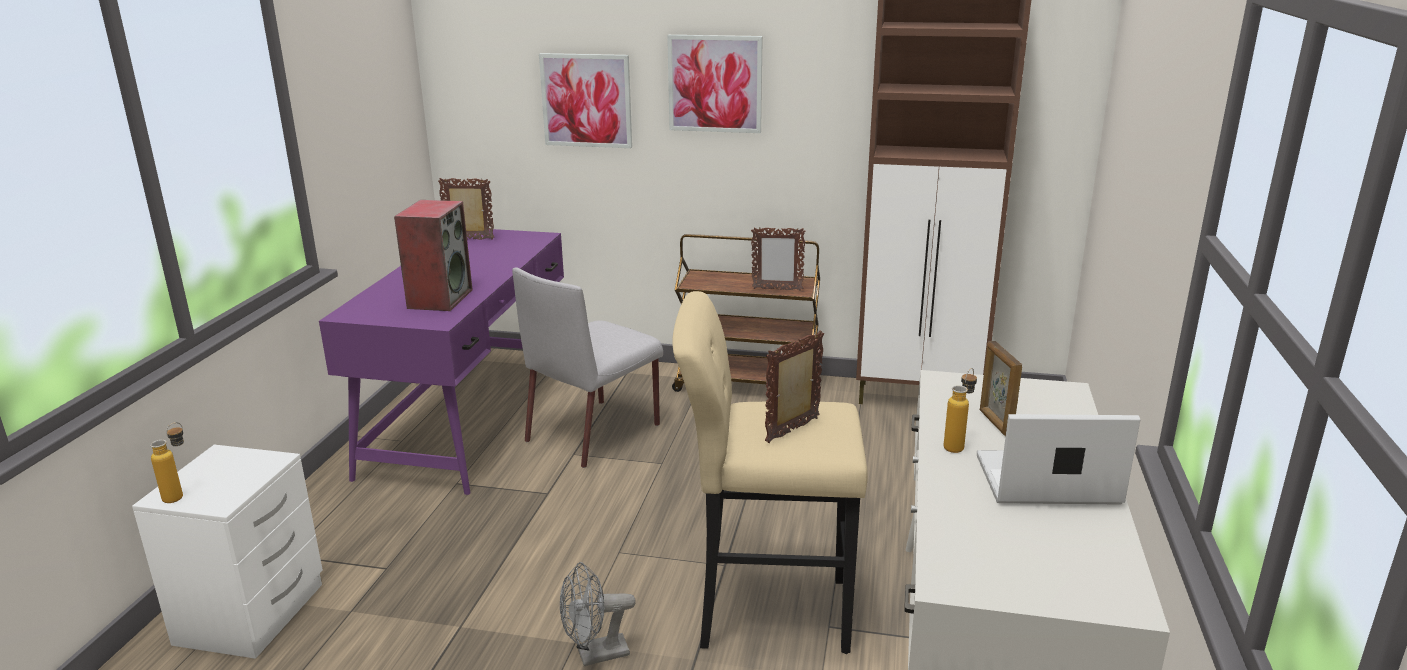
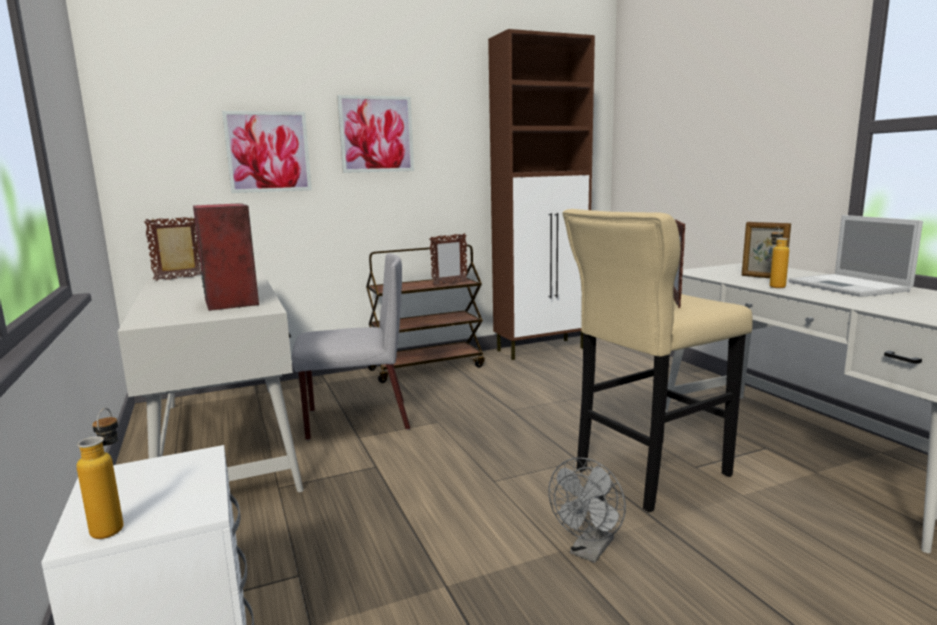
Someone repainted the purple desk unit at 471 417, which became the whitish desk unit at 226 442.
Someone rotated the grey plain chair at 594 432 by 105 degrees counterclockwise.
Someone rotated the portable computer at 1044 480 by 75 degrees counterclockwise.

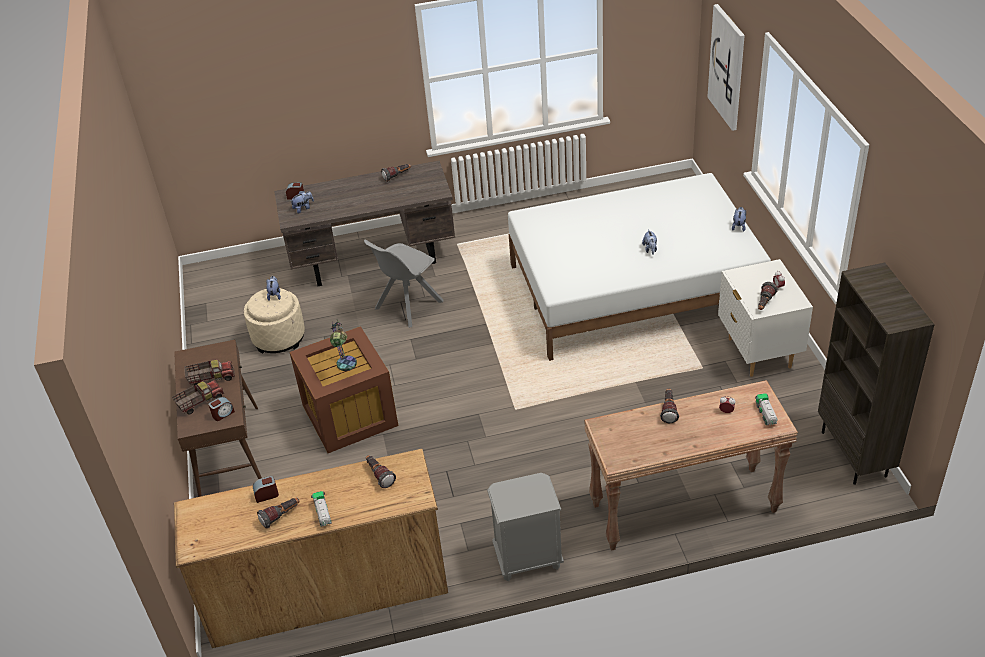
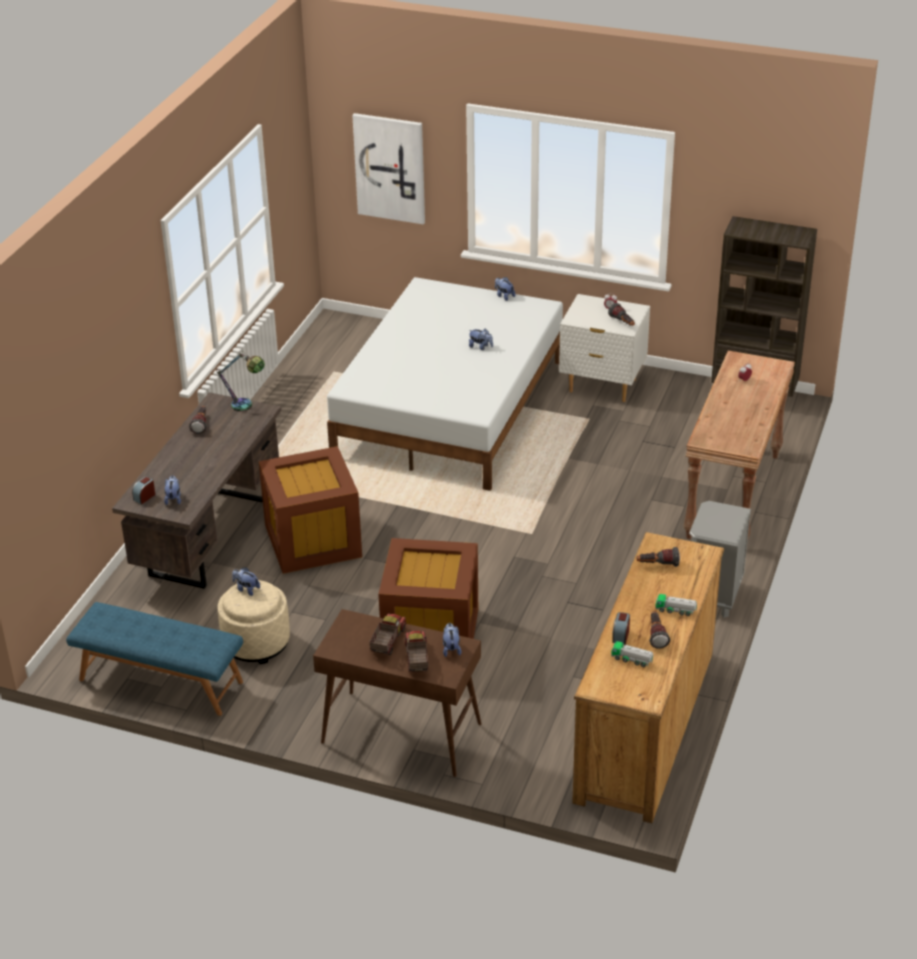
Someone took away the flashlight at 668 410.
Someone put down the bluish long seat at 160 681.
Someone carried the tabletop lamp from 346 368 to 246 407.
Someone carried the toy lorry from 766 415 to 632 660.
Someone swapped the alarm clock at 223 414 for the cuddly toy at 451 648.
Someone swapped the grey plain chair at 407 306 for the brown storage bin at 312 542.

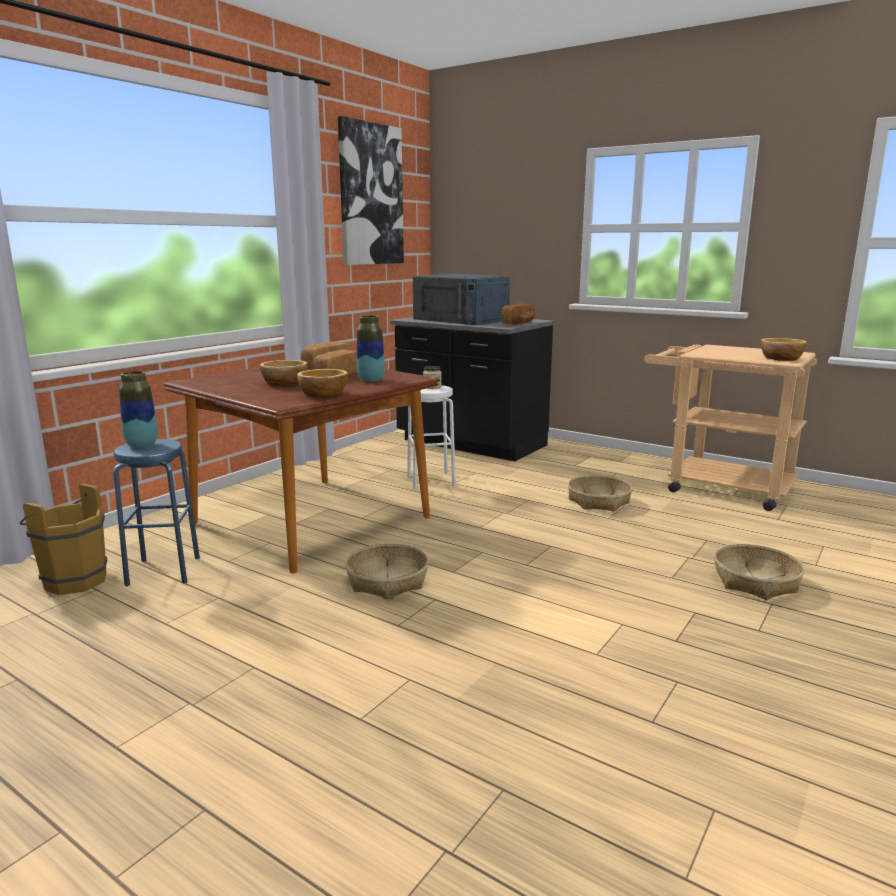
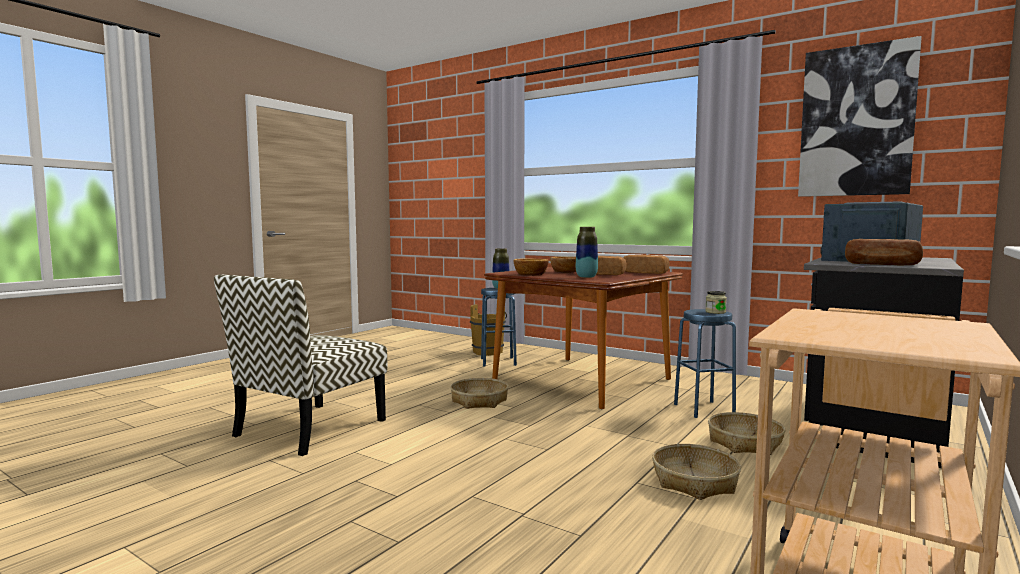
Someone took away the serving bowl at 782 359.
Someone put down the plain chair at 309 428.
Someone carried the basket from 756 582 to 744 443.
Someone repainted the whitish stool seat at 431 481, which became the bluish stool seat at 704 409.

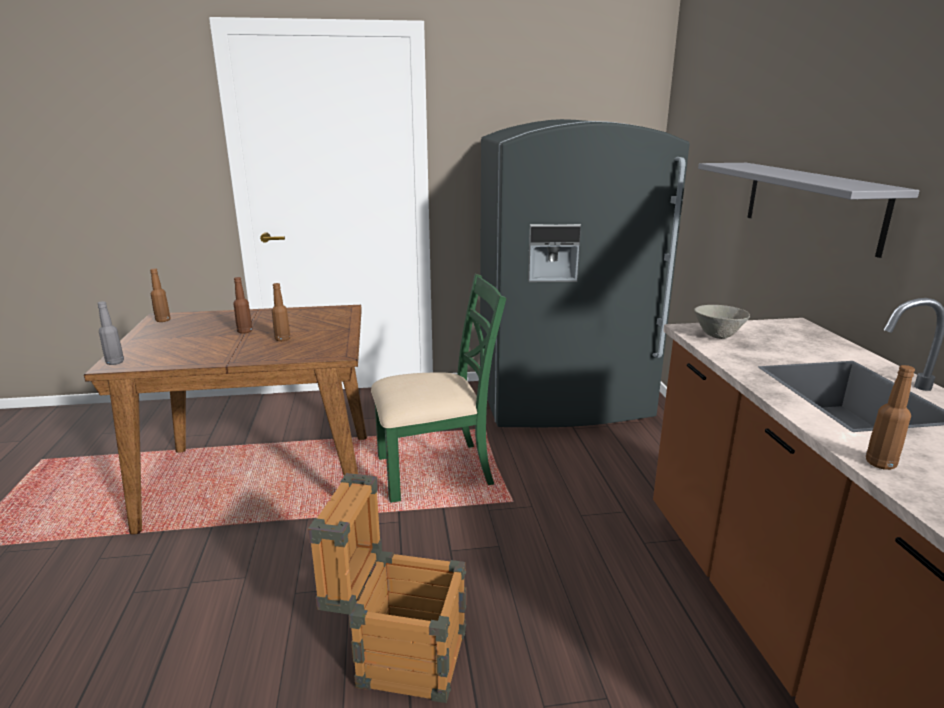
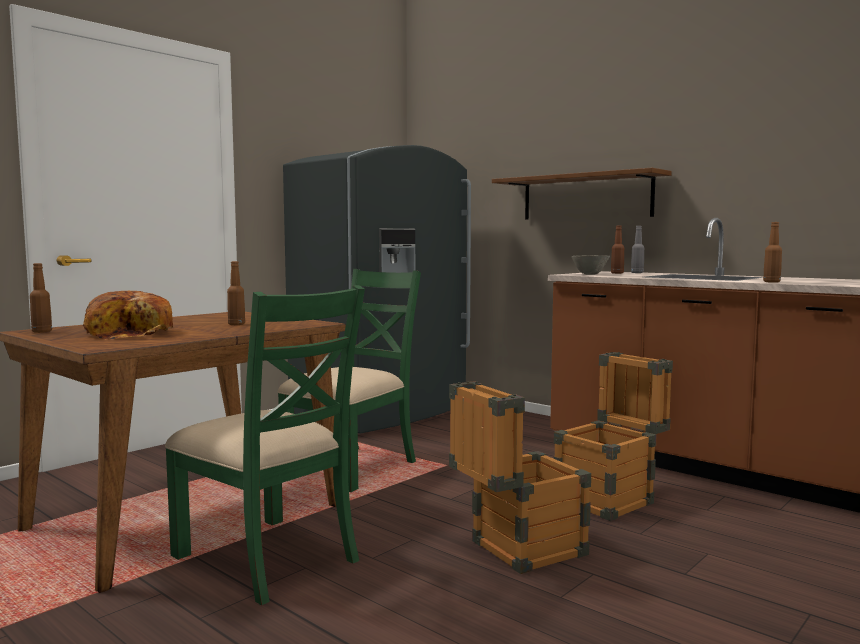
Someone put down the bakery bread at 132 333.
Someone put down the green-coloured plain chair at 268 558.
Someone put down the shipping crate at 611 499.
Someone carried the grey bottle from 115 362 to 637 273.
Someone carried the brown bottle from 244 331 to 617 273.
Someone repainted the grey shelf at 811 204, which became the brown shelf at 586 197.

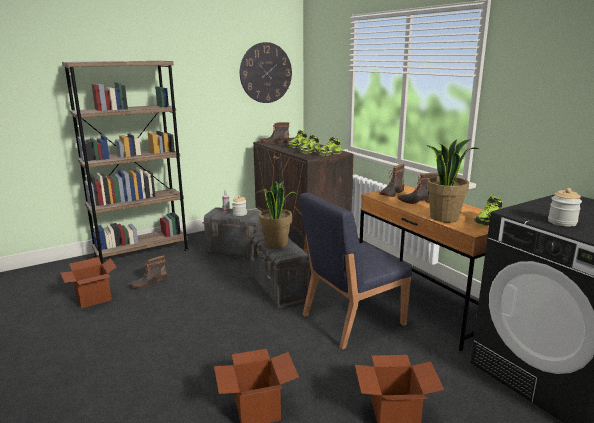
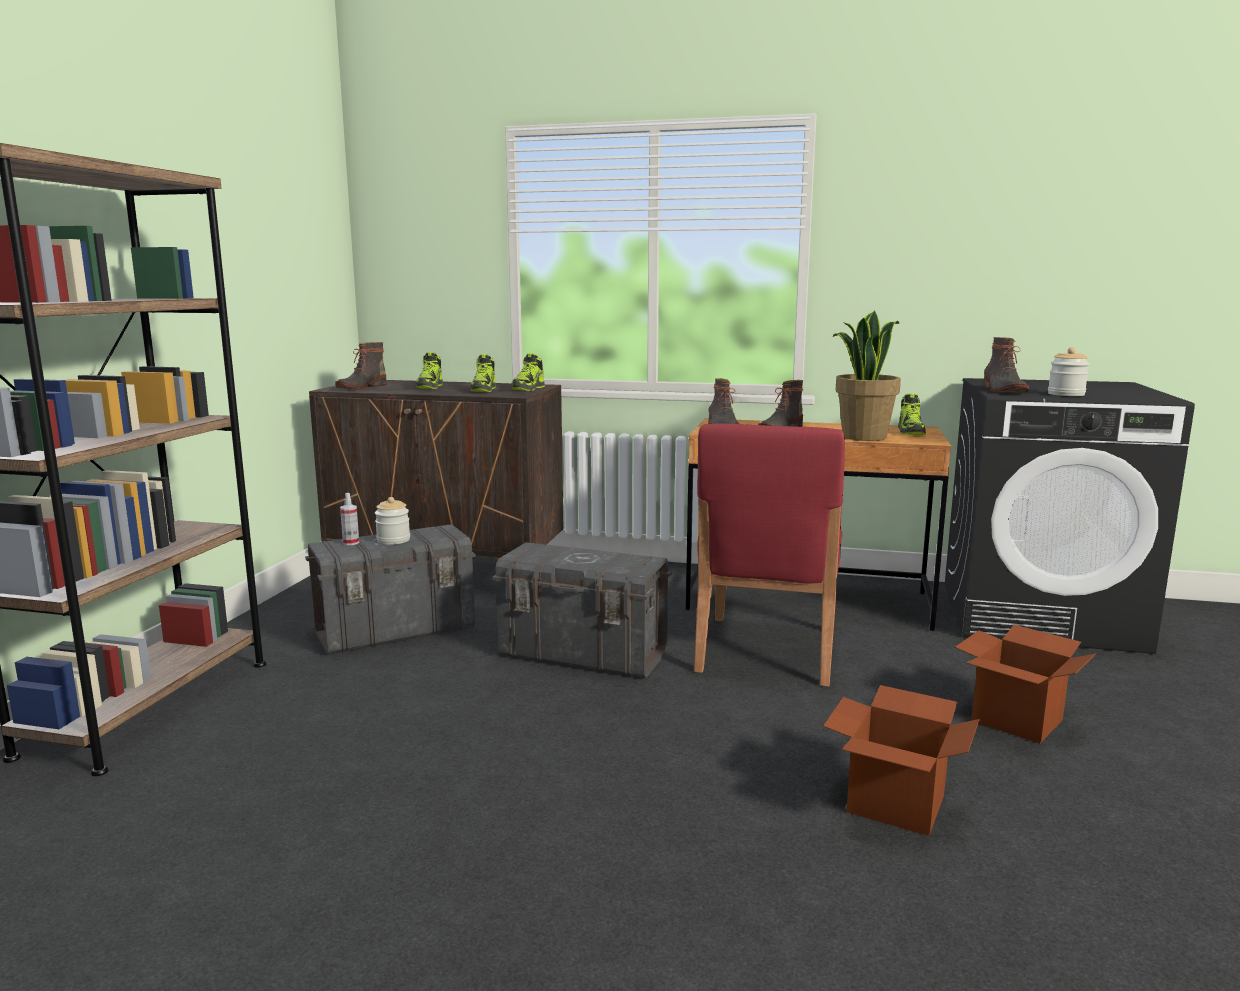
Someone took away the cardboard box at 94 298.
Someone took away the clock on the wall at 266 73.
Someone took away the houseplant at 276 243.
Someone carried the high-top boot from 149 282 to 1002 390.
Someone repainted the bluish plain chair at 351 320, which became the reddish plain chair at 765 650.

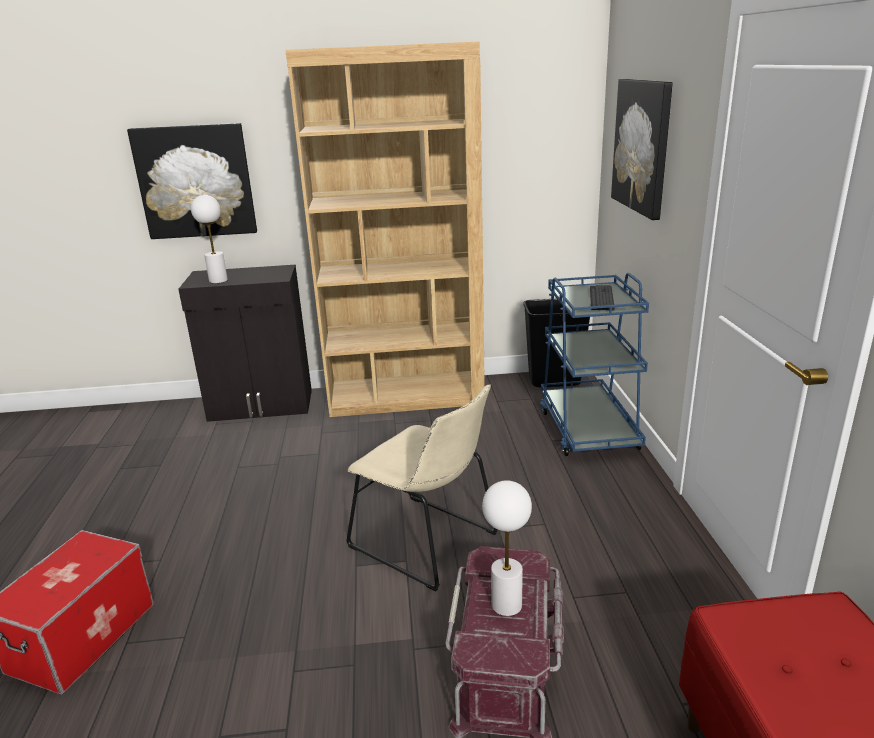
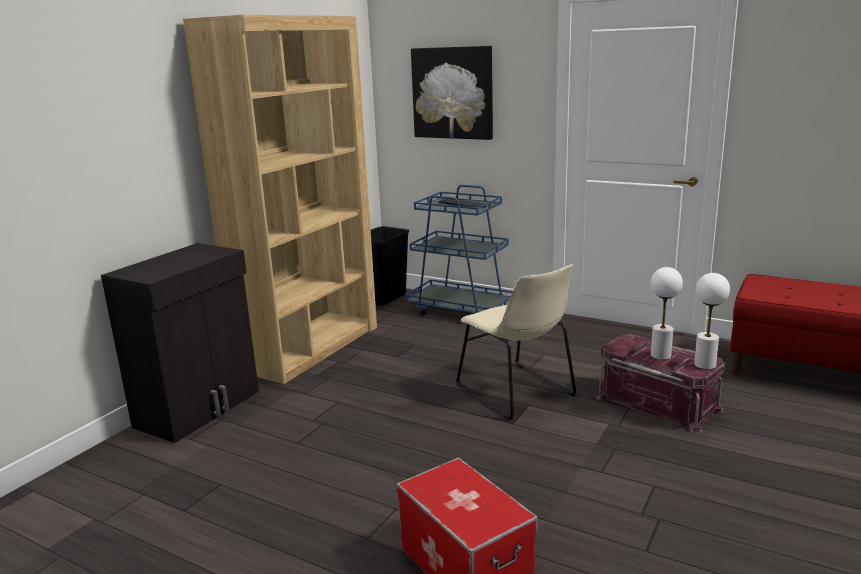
Someone took away the wall picture at 195 181.
Someone carried the whitish tabletop lamp from 218 280 to 705 365.
Someone rotated the beige-coloured plain chair at 428 543 by 75 degrees clockwise.

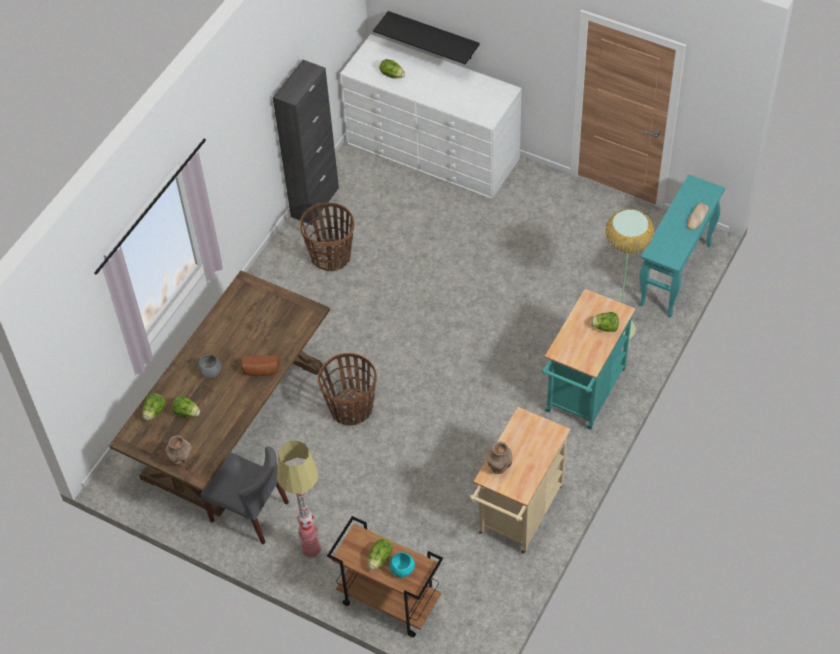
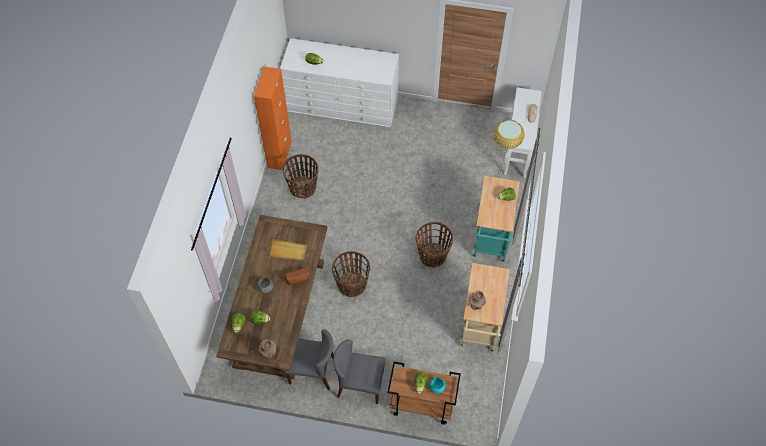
Someone took away the blackish shelf at 433 36.
Someone put down the beige-coloured tray at 288 251.
Someone put down the basket at 432 255.
Someone swapped the standard lamp at 311 548 for the grey plain chair at 360 384.
Someone repainted the blackish cabinet at 315 202, which became the orange-coloured cabinet at 279 154.
Someone repainted the turquoise-coloured console table at 675 275, which became the whitish console table at 518 150.

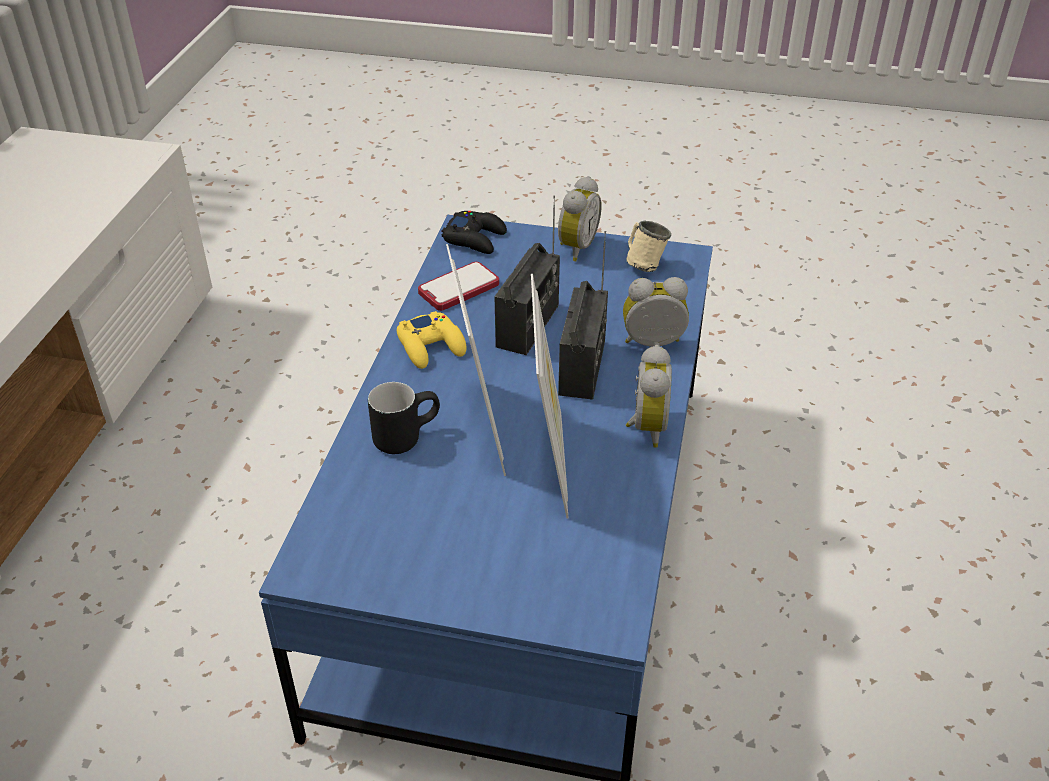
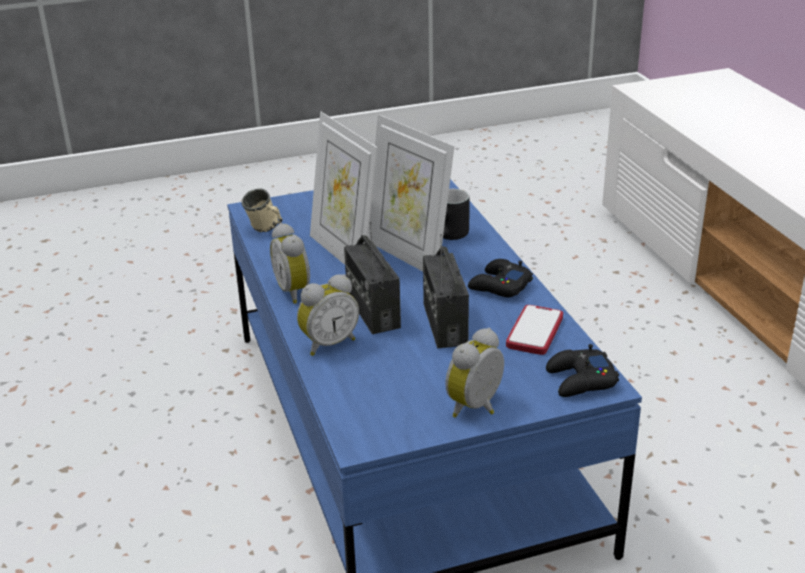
Someone carried the beige-coloured mug from 643 263 to 266 230.
Someone repainted the yellow joypad at 431 346, which became the blackish joypad at 499 286.
Someone rotated the alarm clock at 575 247 by 45 degrees clockwise.

